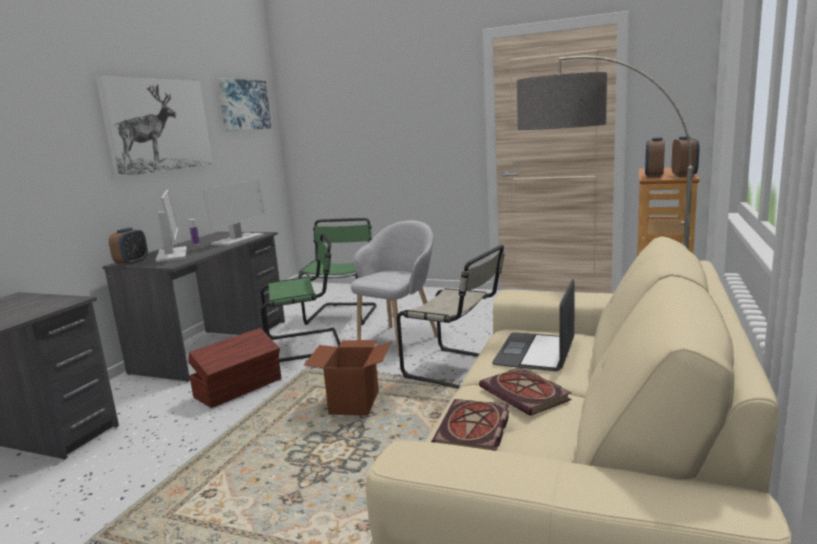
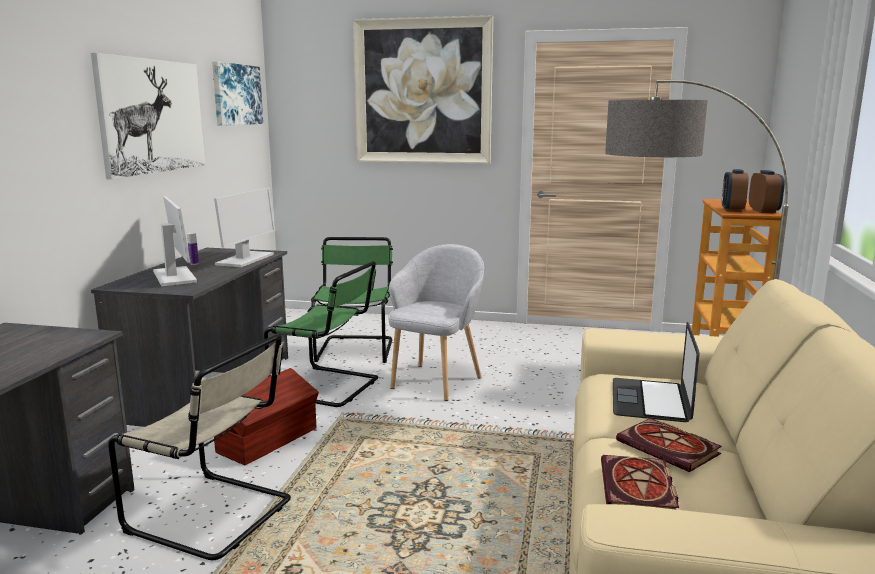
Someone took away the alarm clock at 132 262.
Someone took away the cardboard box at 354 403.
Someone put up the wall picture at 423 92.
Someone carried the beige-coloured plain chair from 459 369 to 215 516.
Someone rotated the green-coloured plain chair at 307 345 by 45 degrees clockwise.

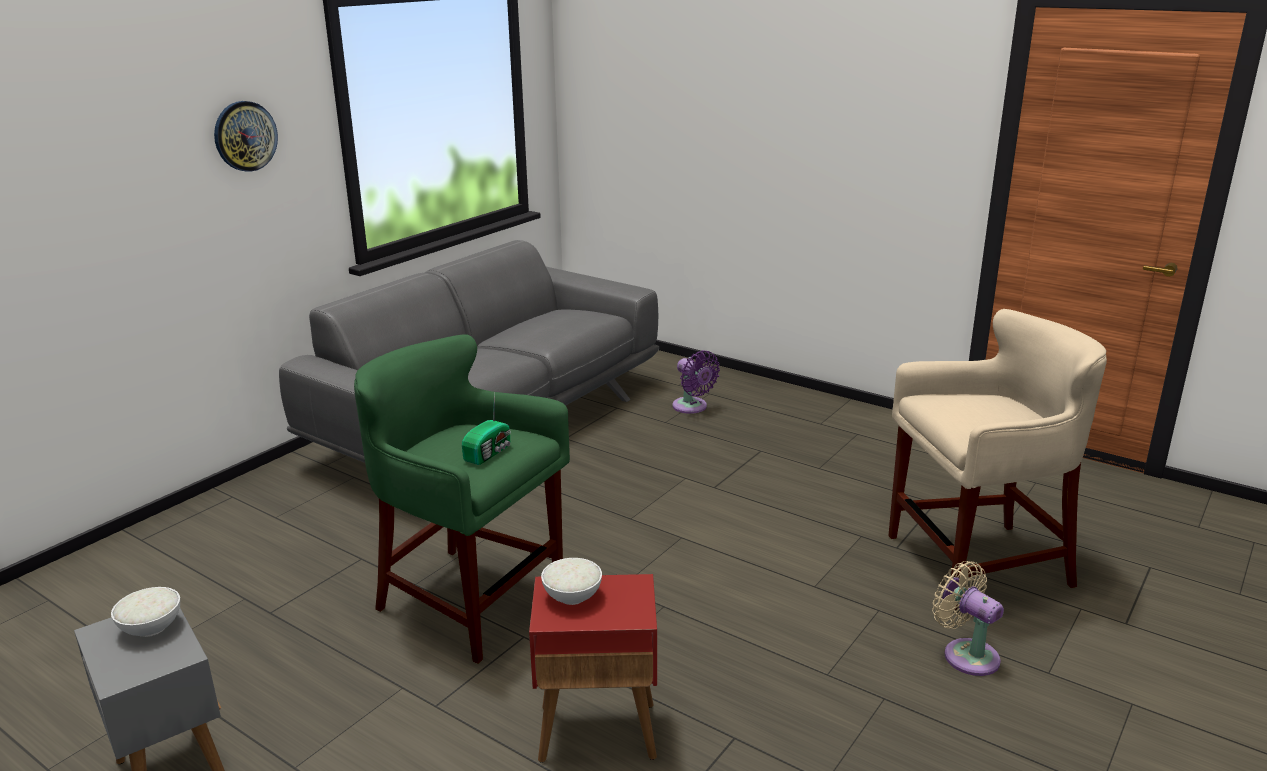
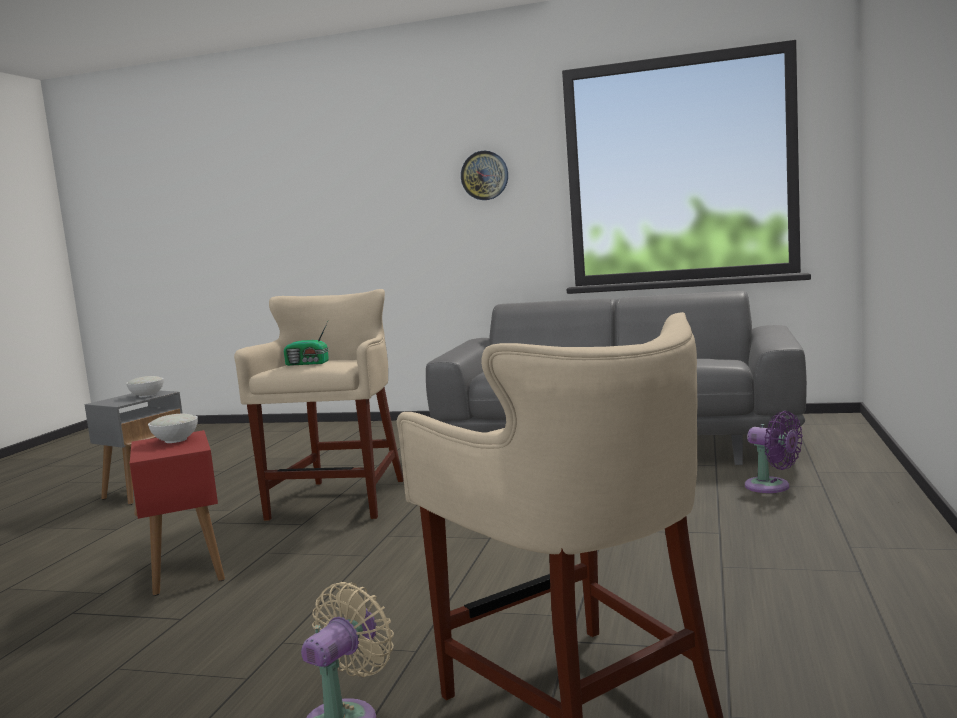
Someone repainted the green-coloured stool seat at 470 601, which became the beige-coloured stool seat at 340 500.
Someone rotated the purple fan at 692 407 by 75 degrees counterclockwise.

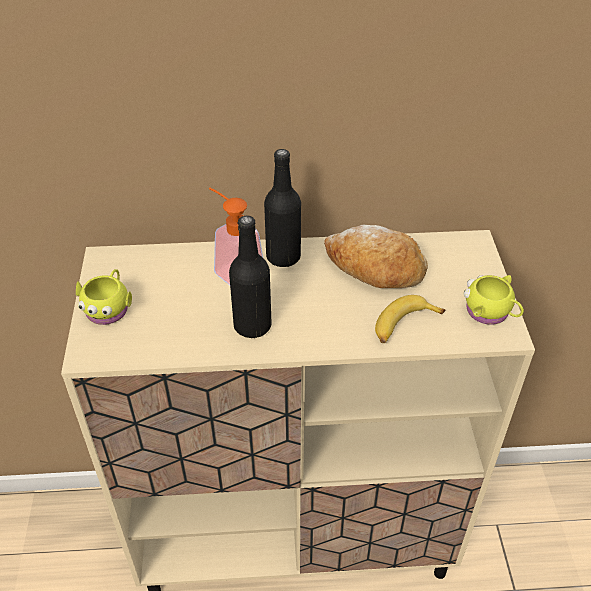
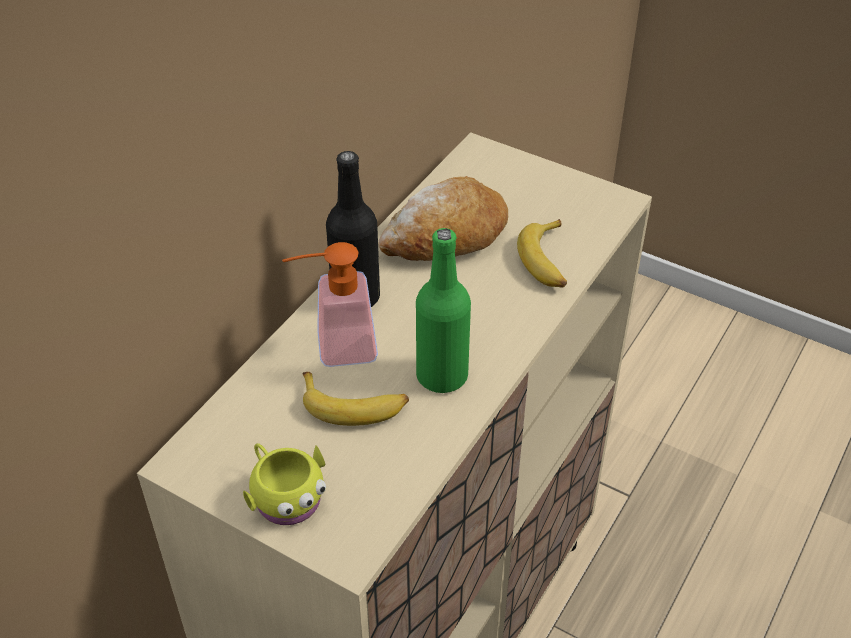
Someone took away the yellow mug at 490 312.
Someone put down the whole banana at 354 405.
Someone repainted the blackish bottle at 252 326, which became the green-coloured bottle at 442 376.

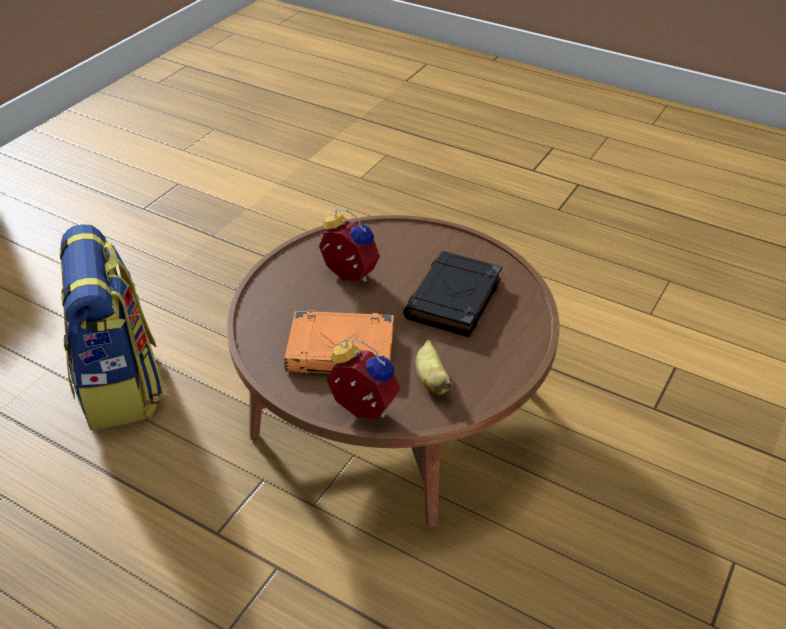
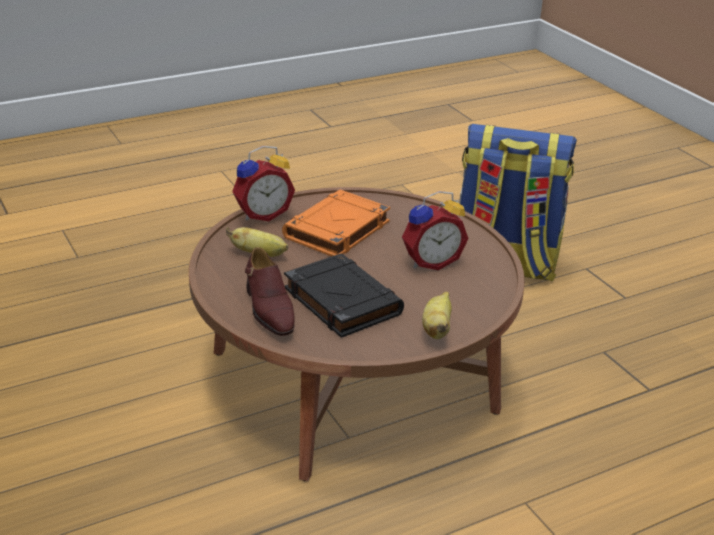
Someone put down the brown item of footwear at 269 309.
Someone put down the whole banana at 437 329.

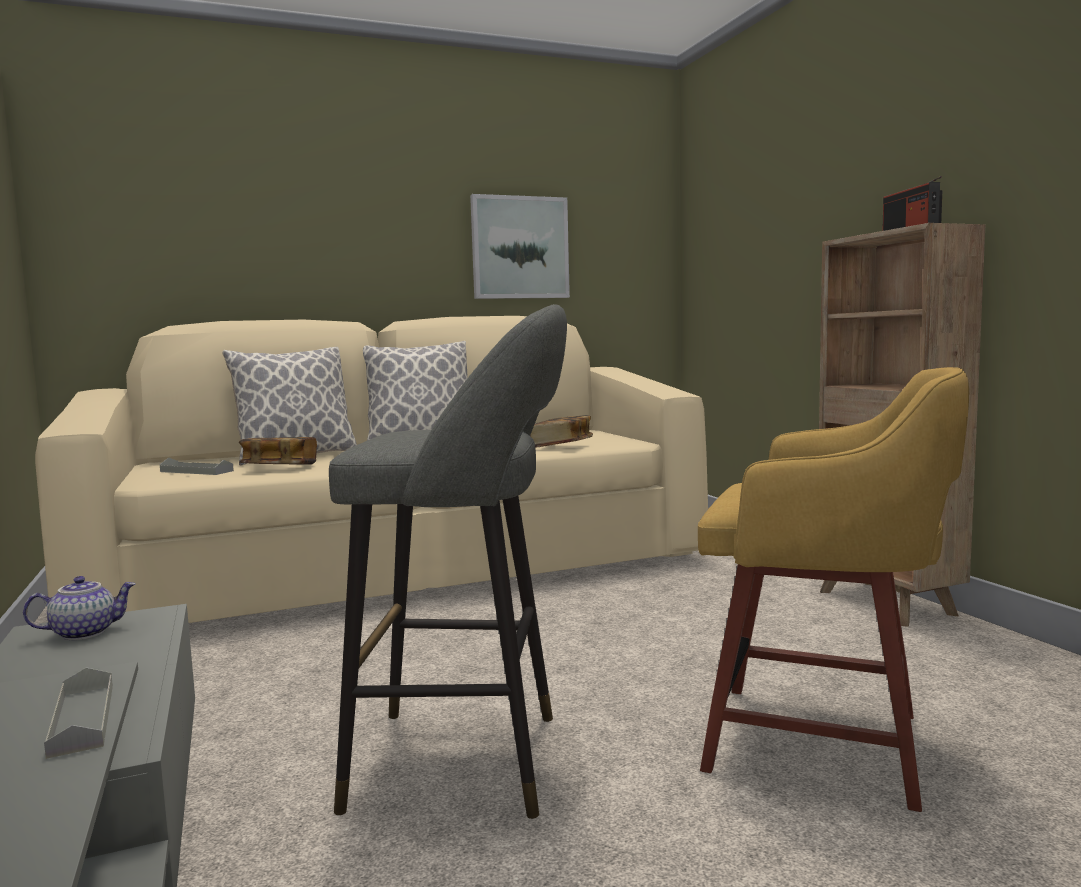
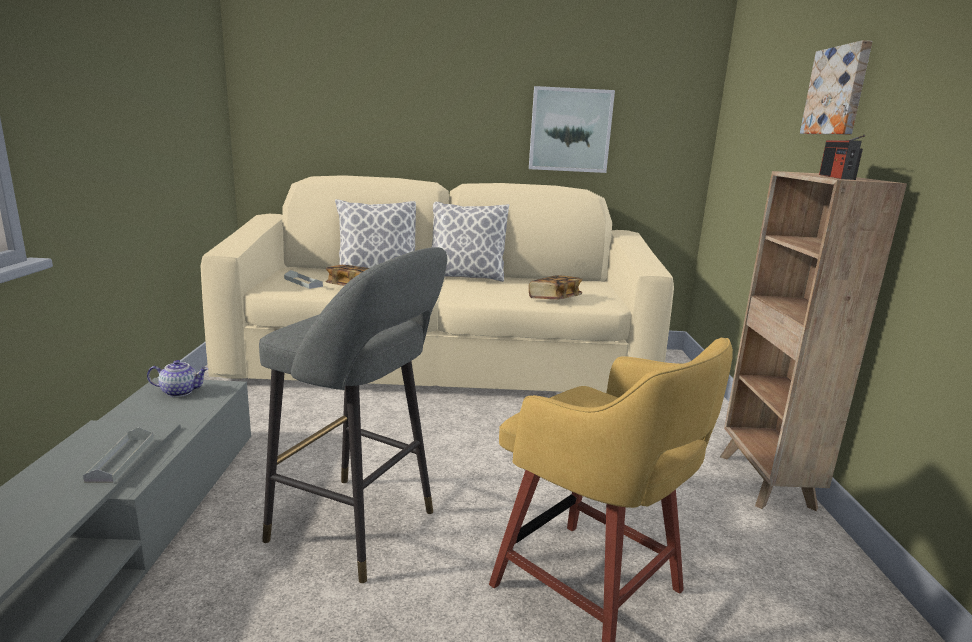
Someone put up the wall picture at 838 91.

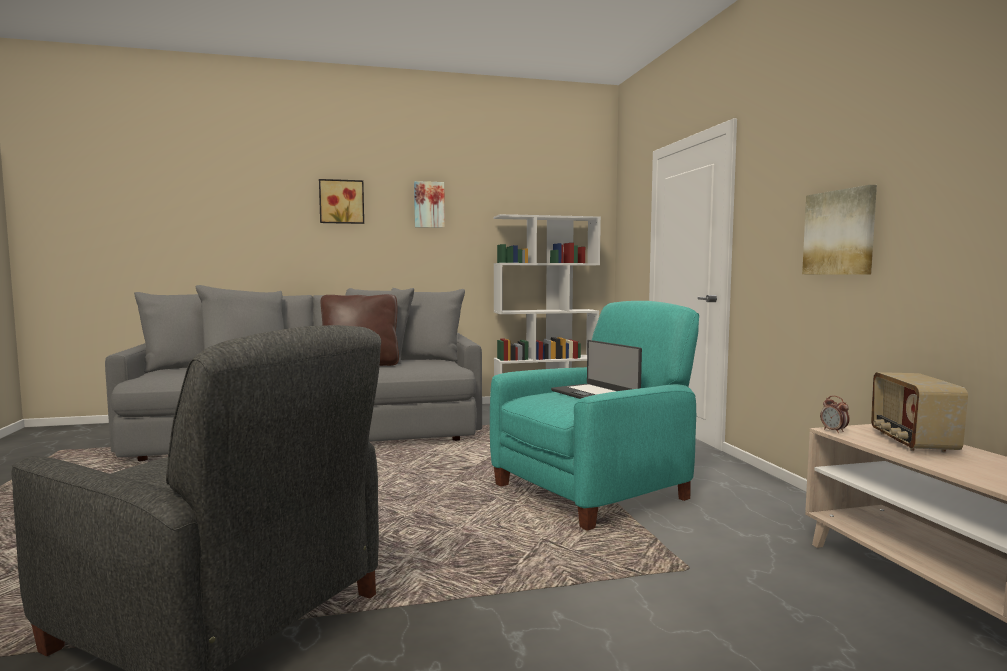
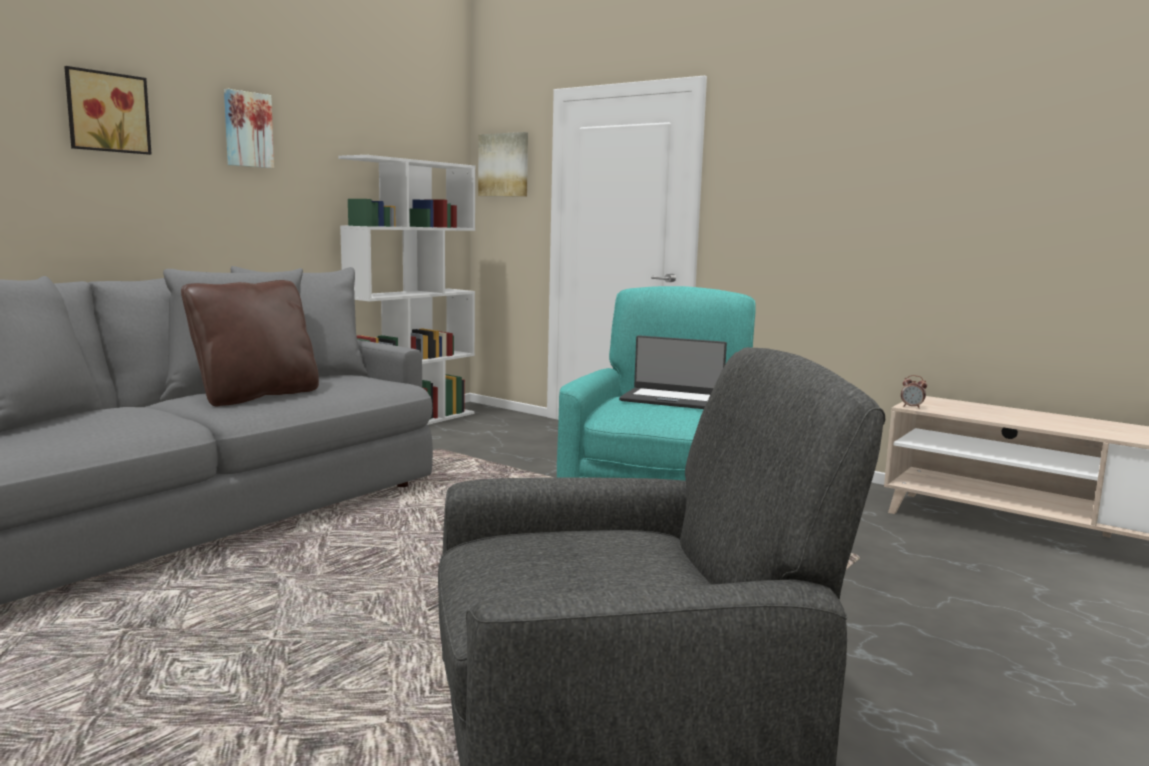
Someone took away the radio set at 911 442.
Someone carried the wall picture from 840 232 to 504 165.

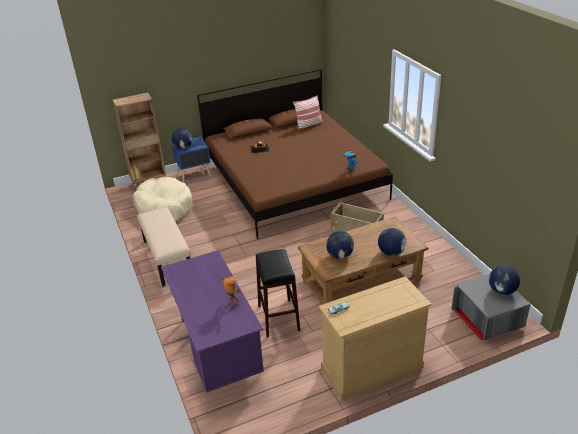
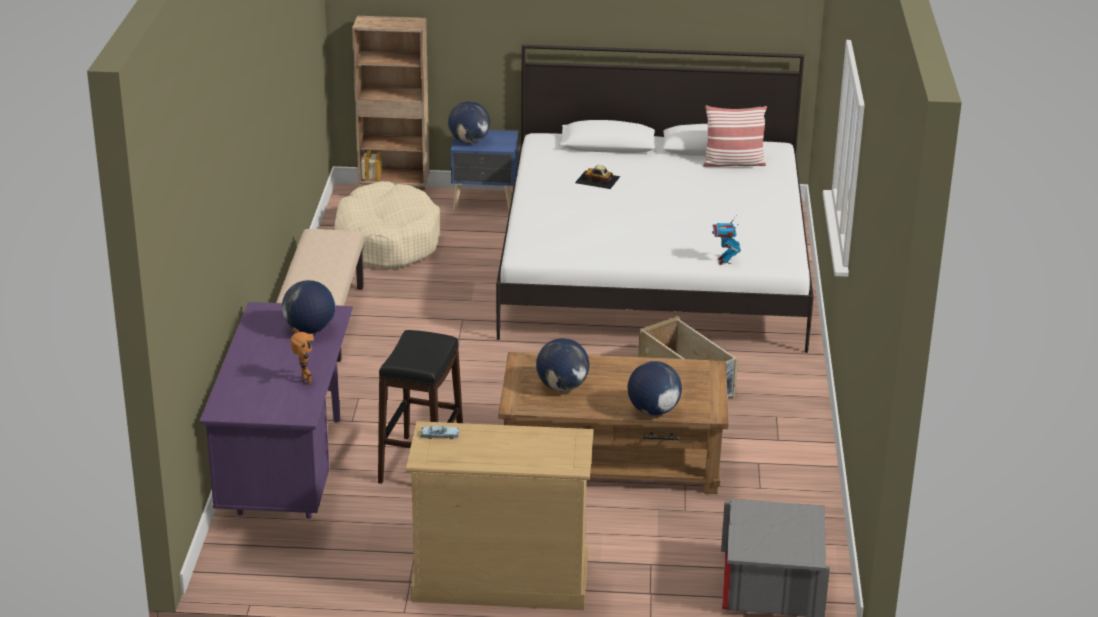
Someone carried the globe from 502 291 to 309 330.
Someone repainted the brown sleeping bed at 293 181, which became the whitish sleeping bed at 654 266.

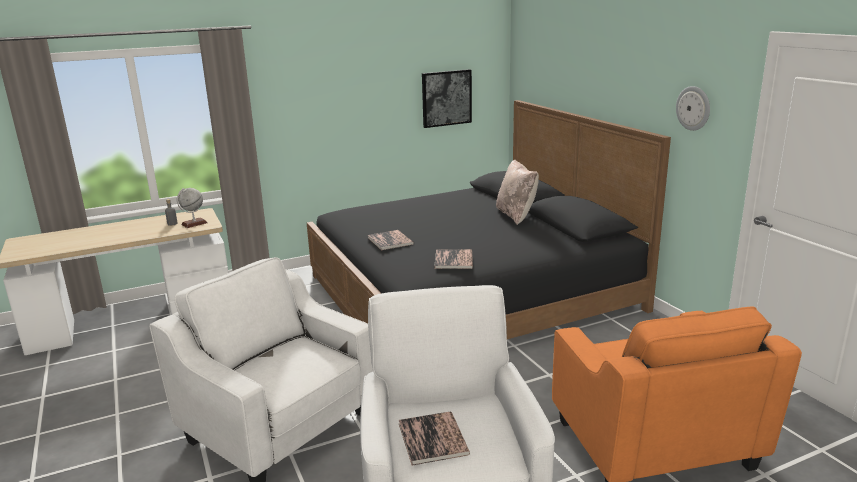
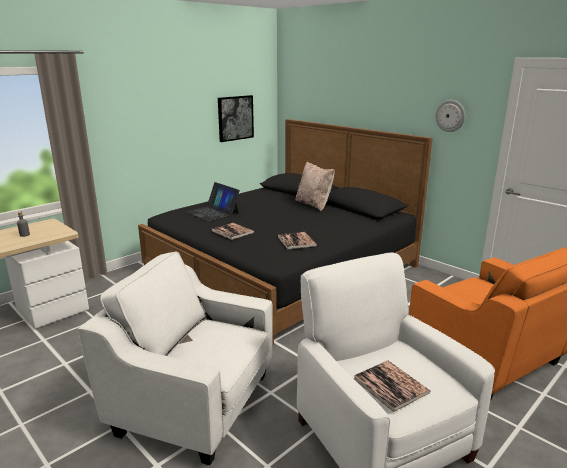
Someone took away the globe at 194 223.
Someone put down the portable computer at 212 212.

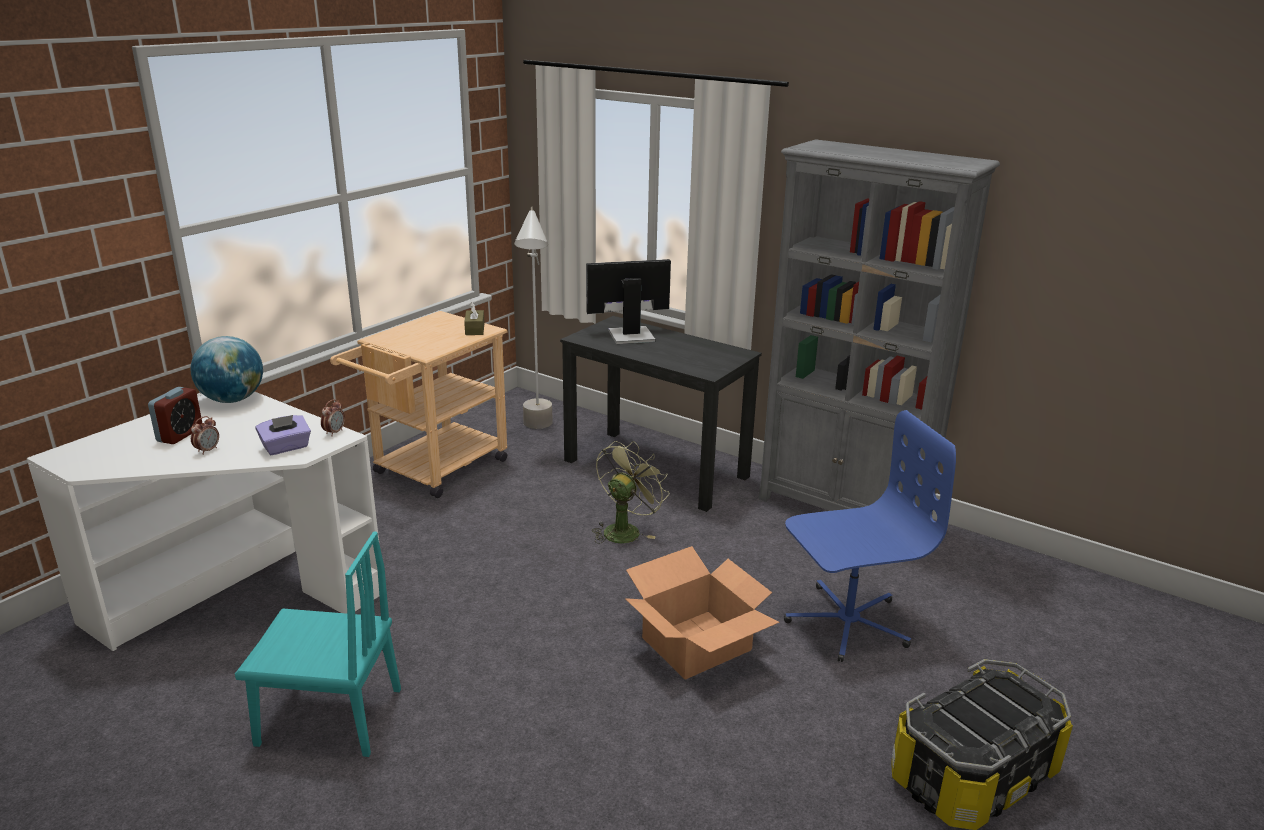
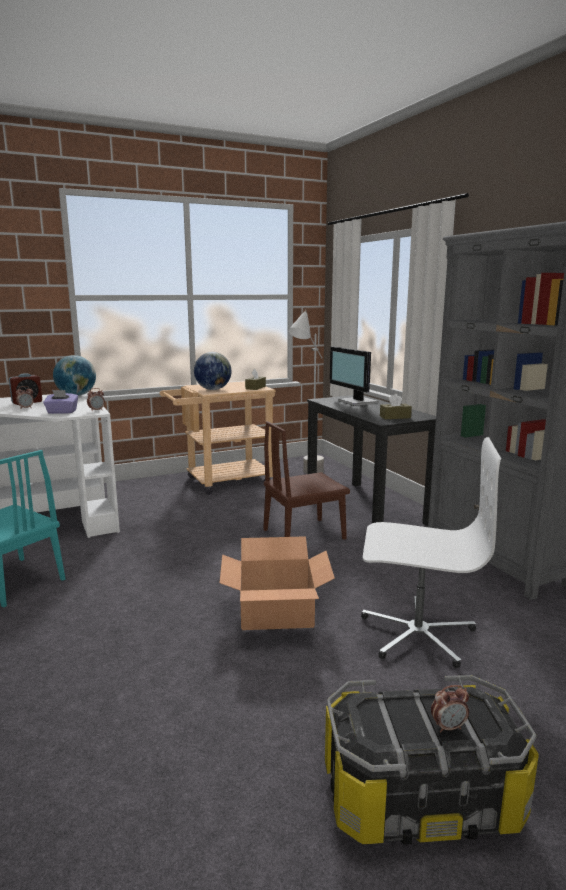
Someone put down the globe at 213 389.
Someone put down the brown tissue box at 395 417.
Someone put down the alarm clock at 448 727.
Someone swapped the green-coloured fan at 625 530 for the brown plain chair at 304 534.
Someone repainted the bluish desk chair at 846 622, which became the whitish desk chair at 417 633.
Someone rotated the computer display at 630 335 by 135 degrees counterclockwise.

